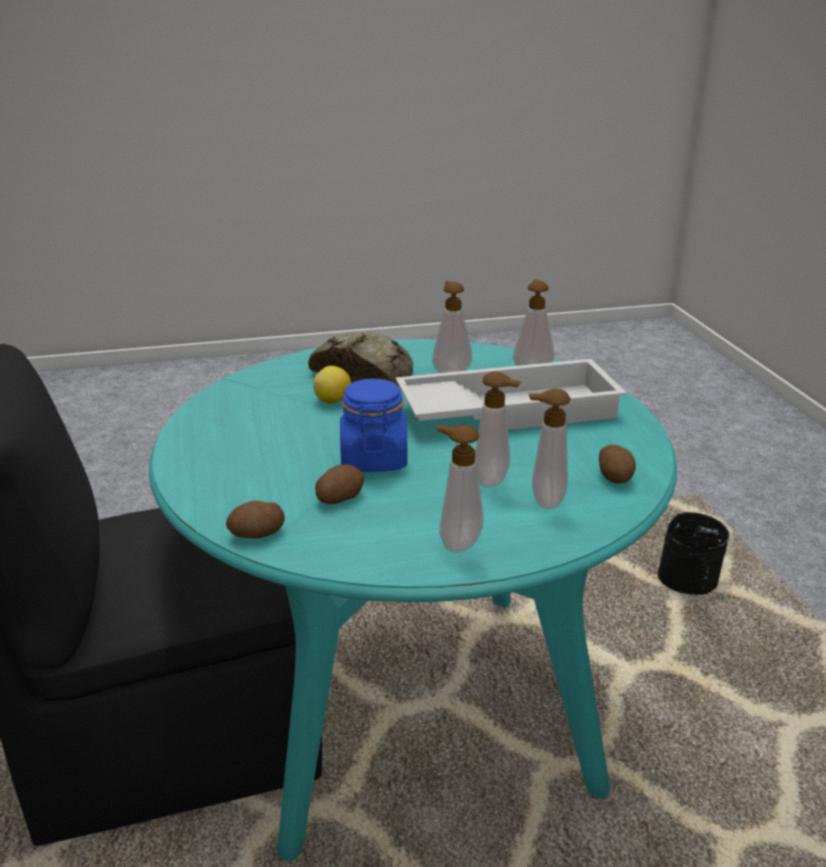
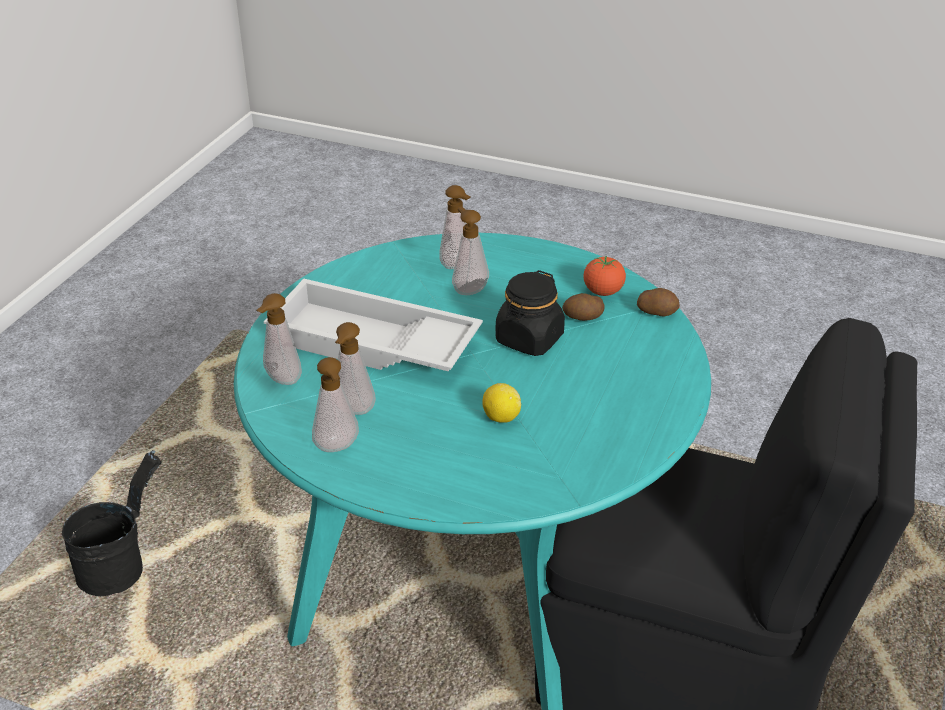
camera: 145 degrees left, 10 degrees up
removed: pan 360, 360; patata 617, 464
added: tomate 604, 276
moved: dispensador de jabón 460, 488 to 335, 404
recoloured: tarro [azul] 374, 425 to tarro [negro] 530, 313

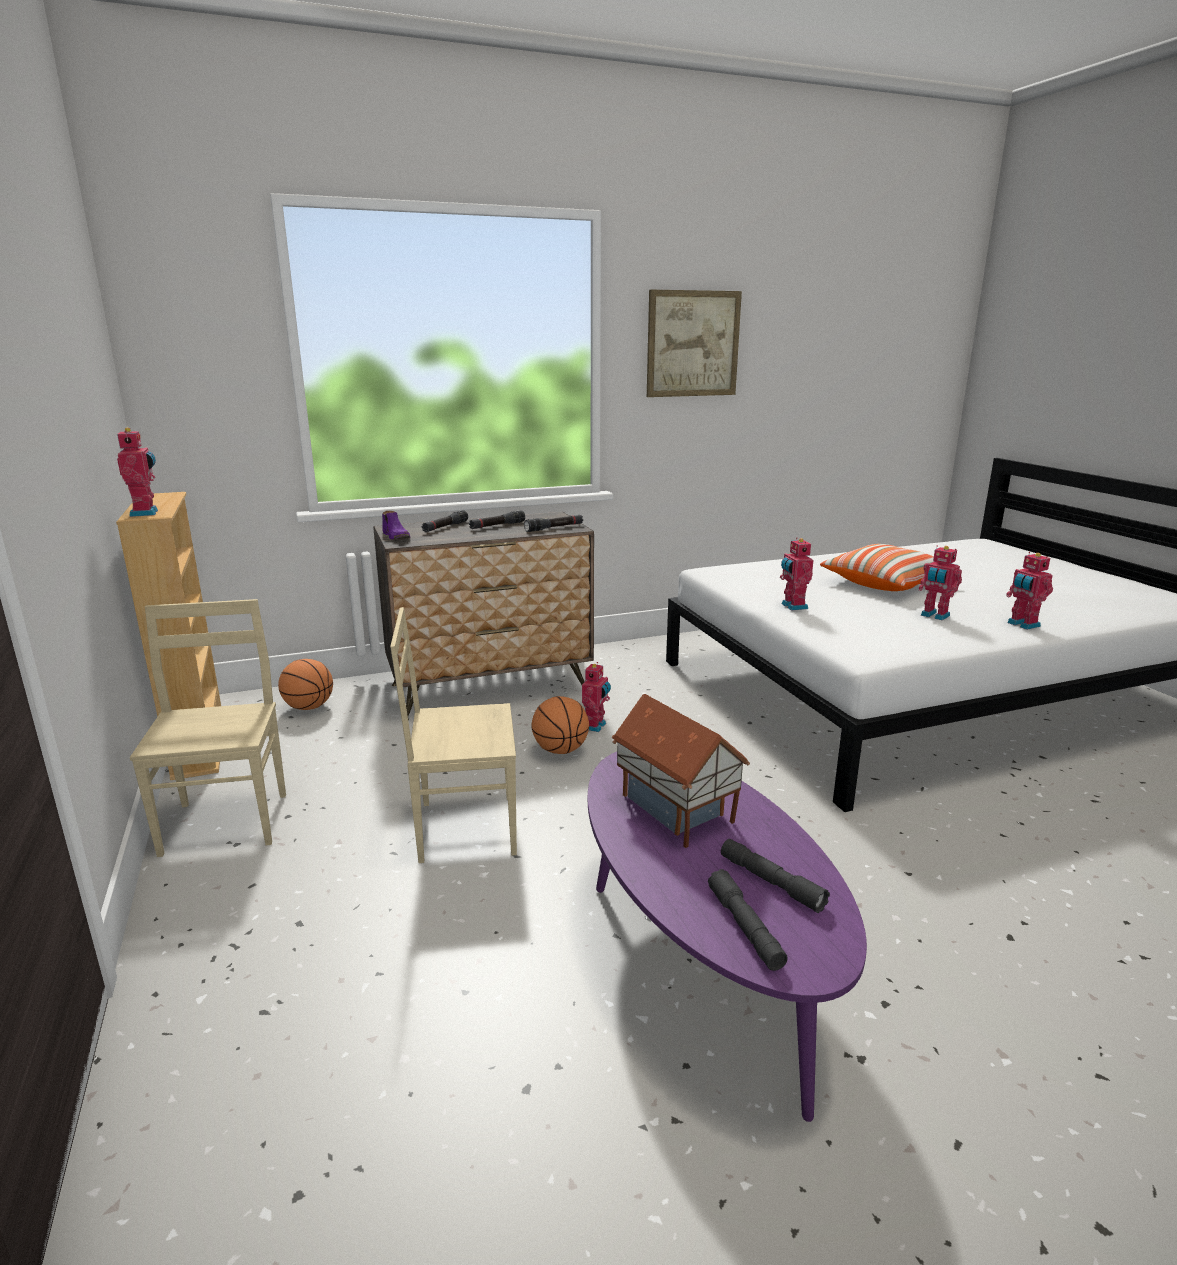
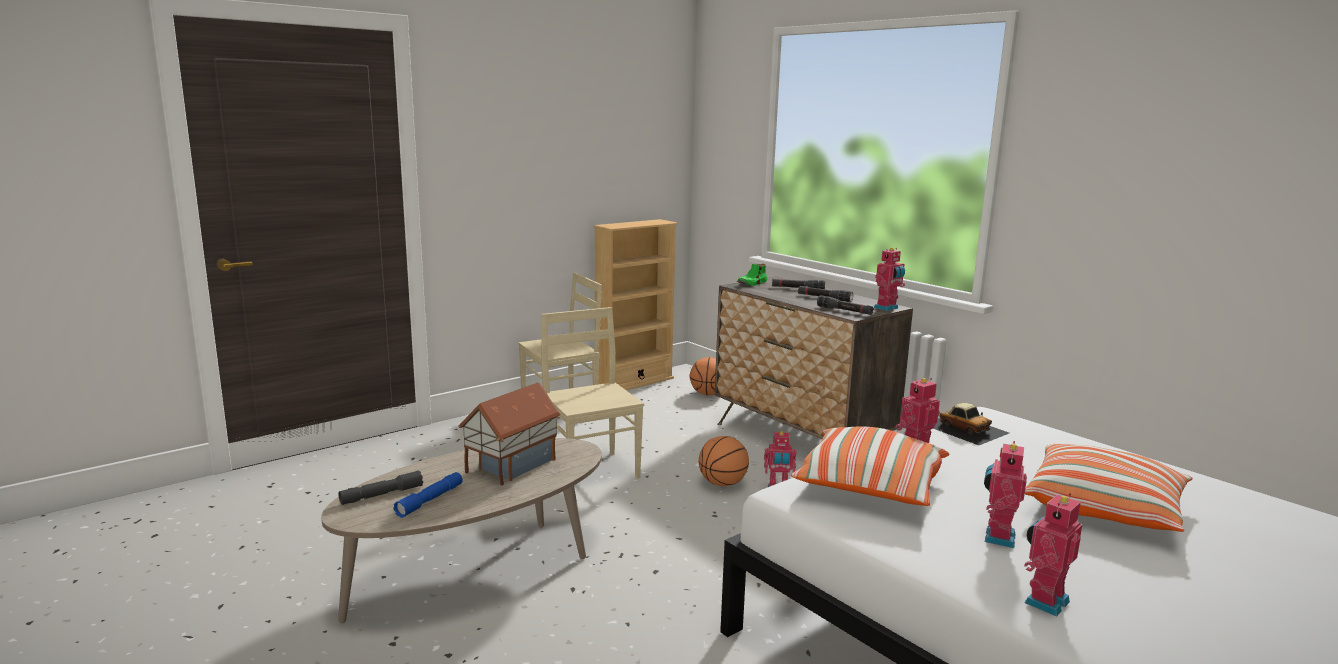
camera: 70 degrees right, 5 degrees down
removed: cuadro 694, 343
added: cojín 870, 466; coche de juguete 971, 424
moved: robot de juguete 137, 472 to 889, 279
recoloured: mesa de centro [morado] 727, 937 to mesa de centro [beis] 461, 530; linterna [gris] 775, 876 to linterna [azul] 427, 495; zapato [morado] 396, 525 to zapato [verde] 752, 274

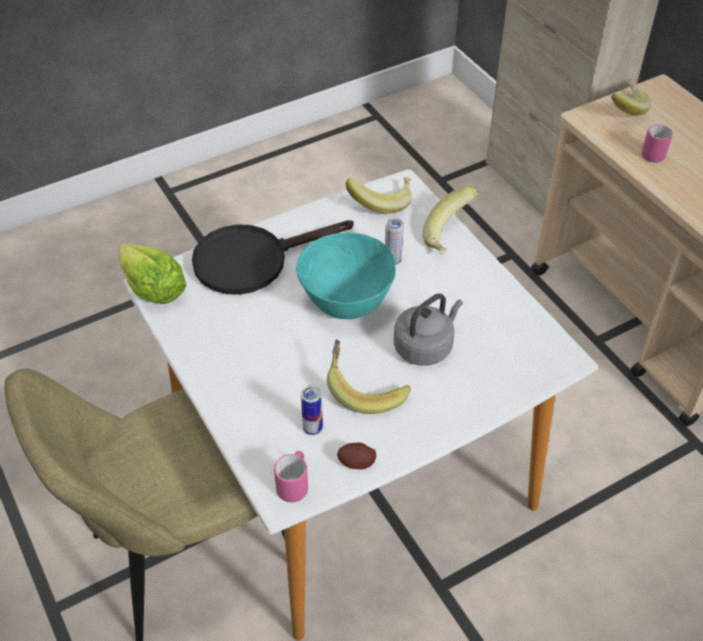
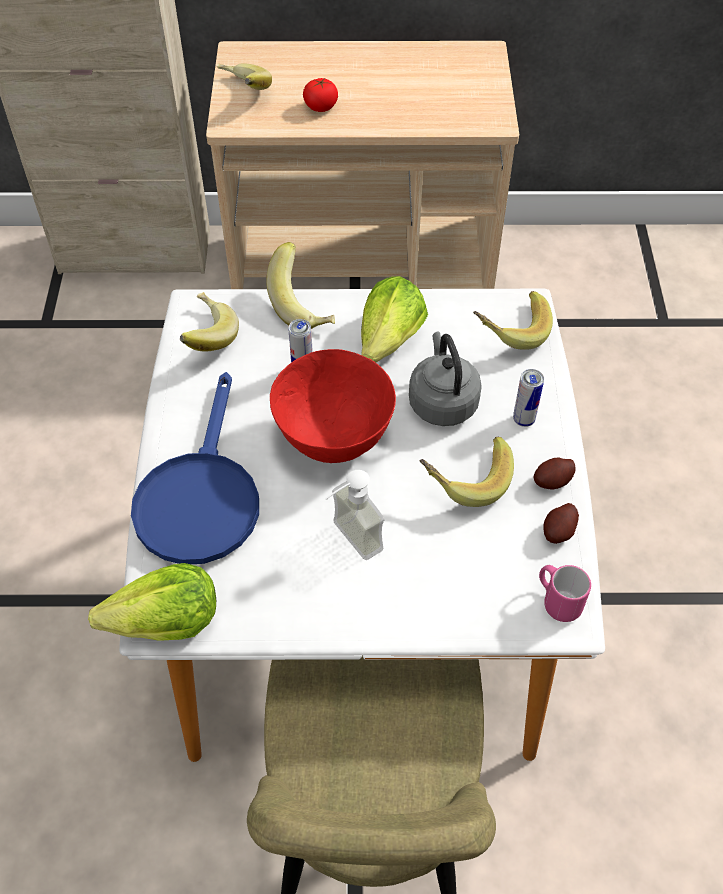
camera: 60 degrees left, 5 degrees up
added: dispensador de jabón 354, 515; lechuga 394, 319; plátano 513, 320; patata 555, 473
moved: lata 312, 410 to 528, 398
replaced: taza grande [rosa] 657, 143 to tomate 320, 95
recoloured: sartén [negro] 273, 257 to sartén [azul] 195, 468; cuenco [turquesa] 346, 275 to cuenco [rojo] 333, 406

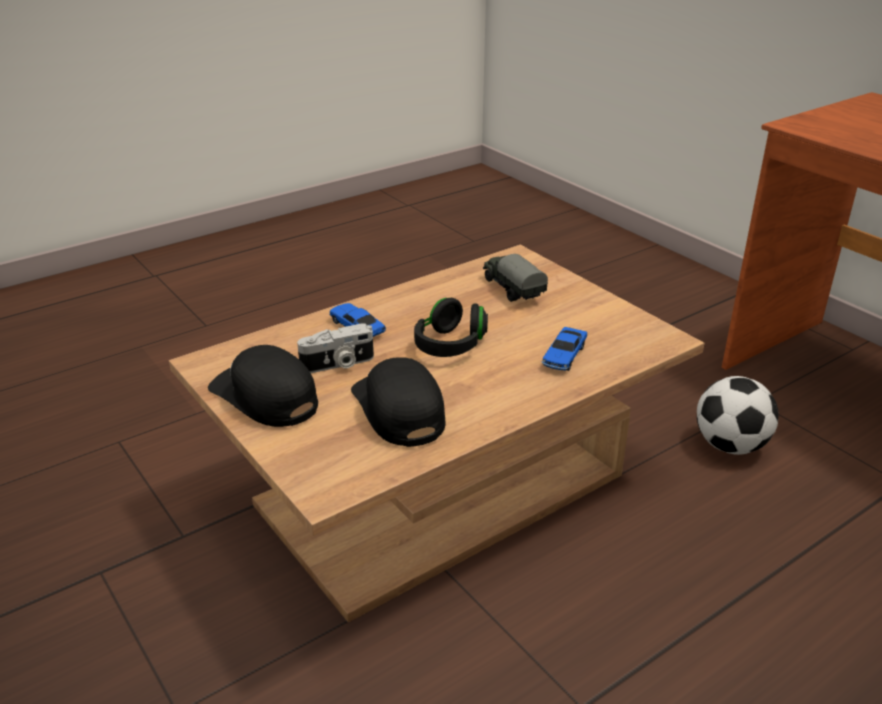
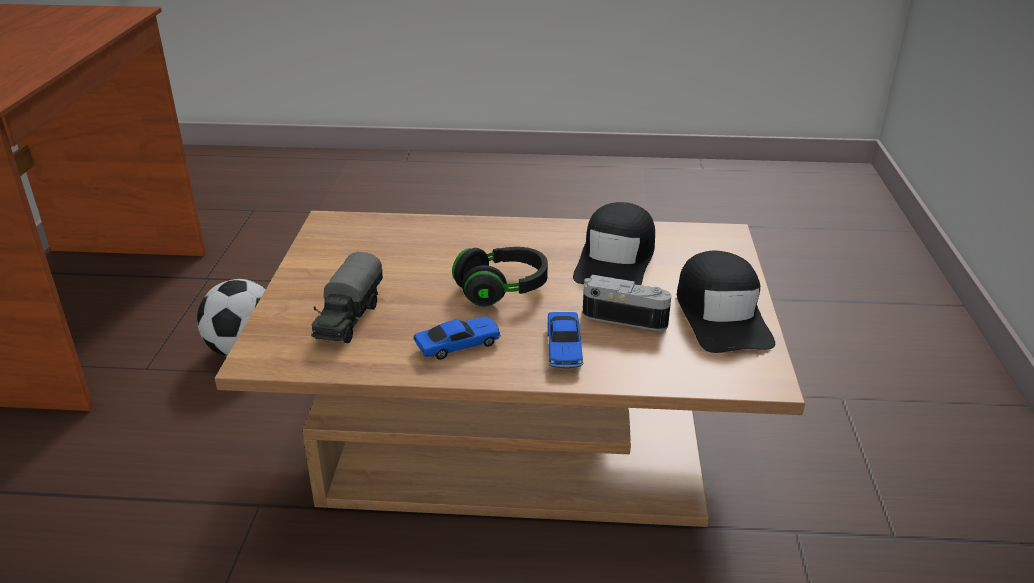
camera: 140 degrees left, 0 degrees up
moved: coche de juguete 564, 349 to 457, 338

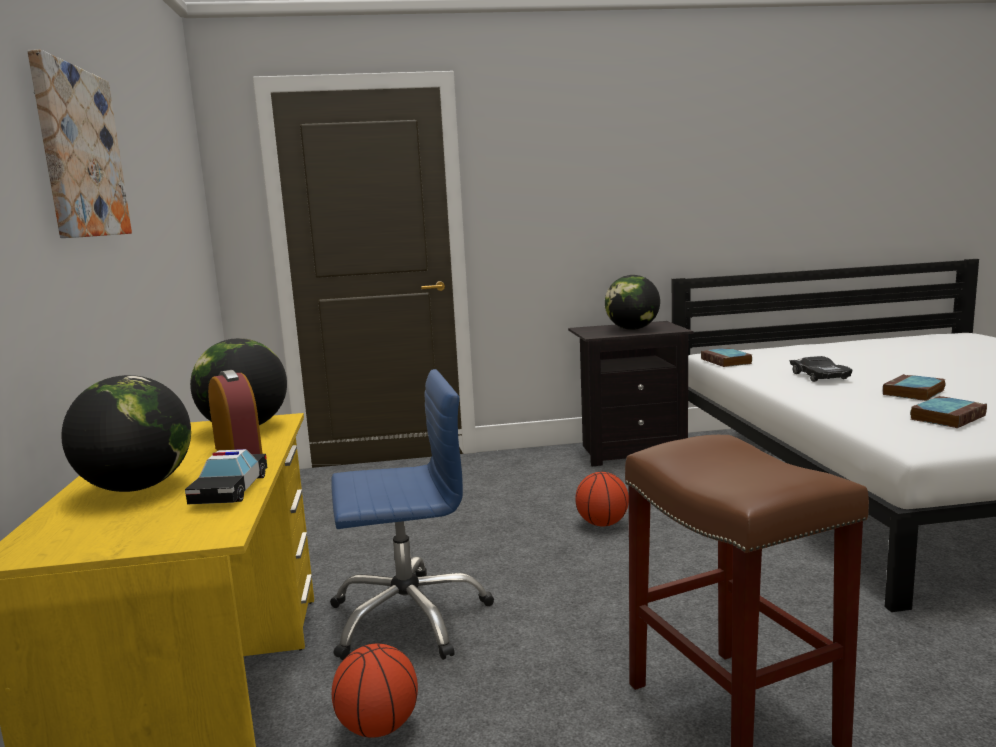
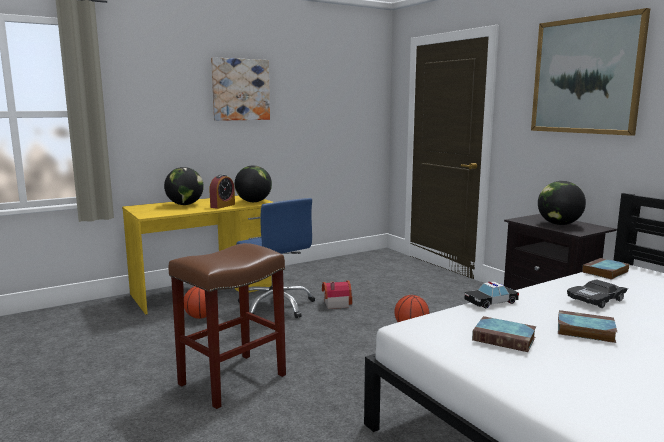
camera: 65 degrees right, 0 degrees up
added: casita 337, 295; cuadro 590, 72
moved: coche de juguete 226, 476 to 492, 295

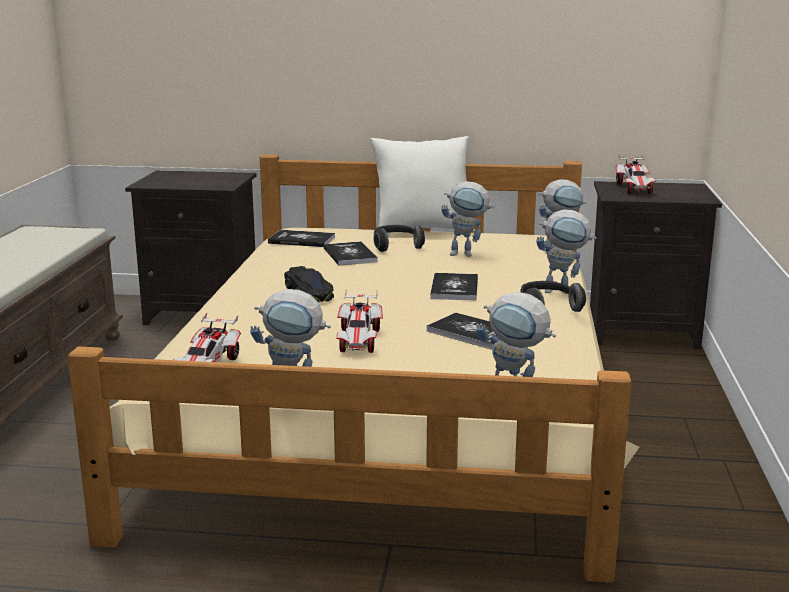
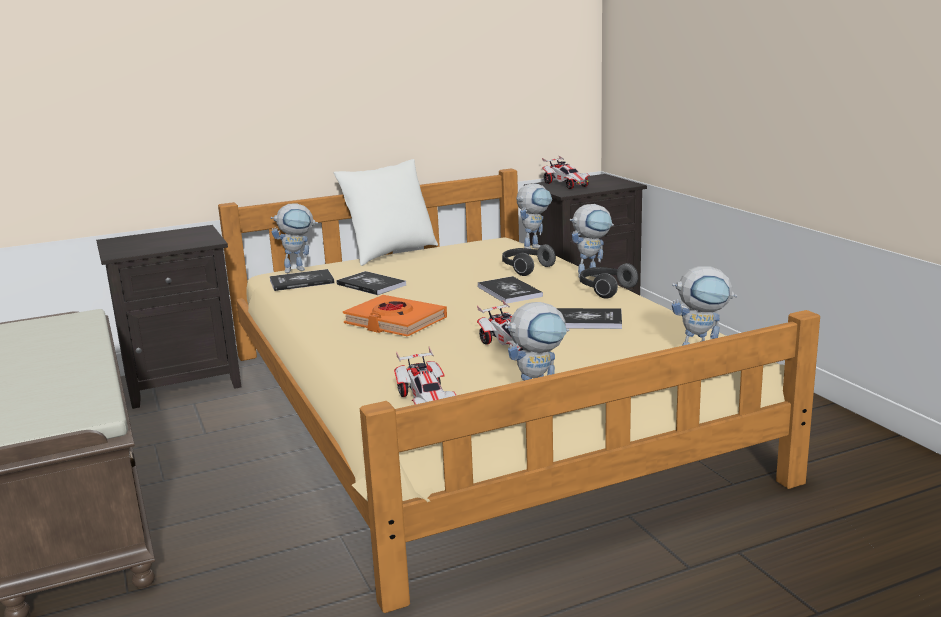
camera: 30 degrees left, 0 degrees up
moved: robot de juguete 468, 219 to 294, 238; auriculares 399, 238 to 529, 260
replaced: coche de juguete [negro] 309, 284 to libro [naranja] 395, 316

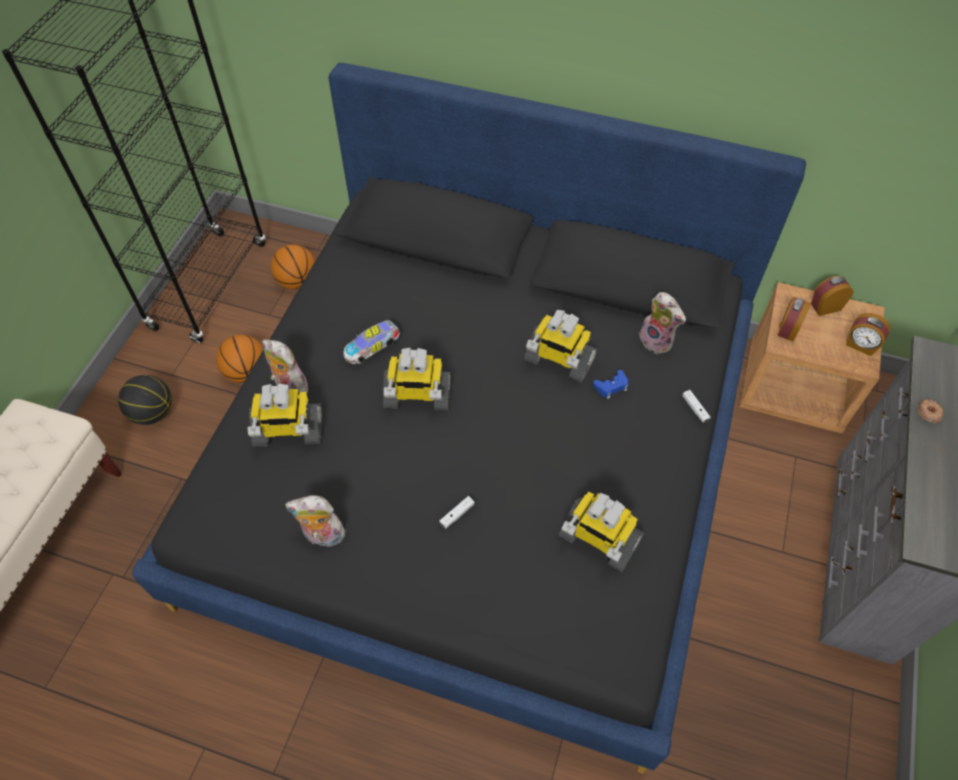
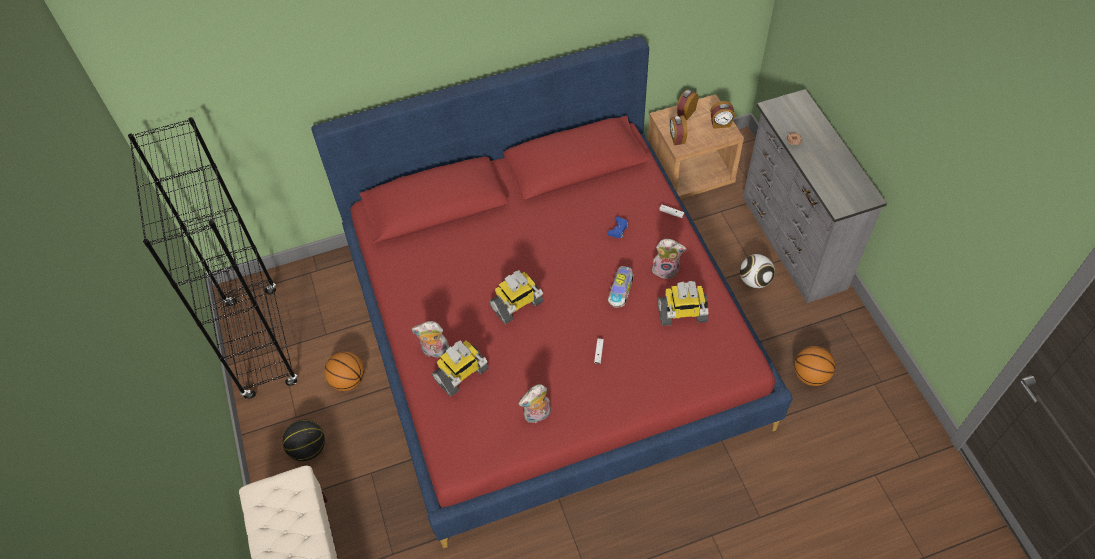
camera: 35 degrees left, 0 degrees up
removed: robot de juguete 560, 346
added: balón de fútbol 757, 271
moved: coche de juguete 371, 342 to 621, 287; peluche 662, 323 to 669, 259; balón de baloncesto 293, 266 to 815, 366
recoloured: cama [negro] 469, 418 to cama [rojo] 551, 292

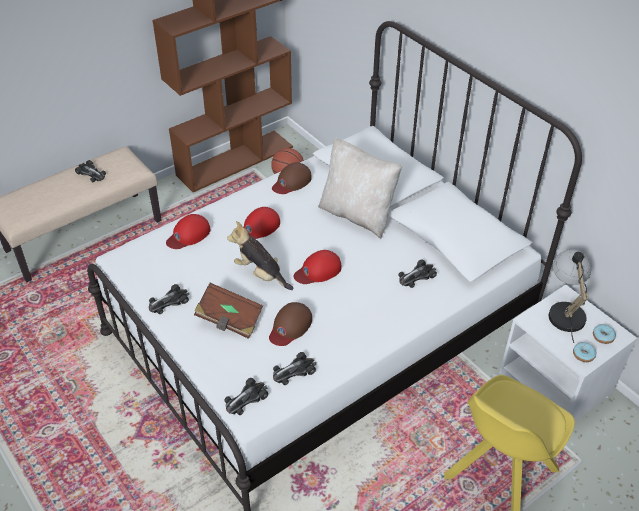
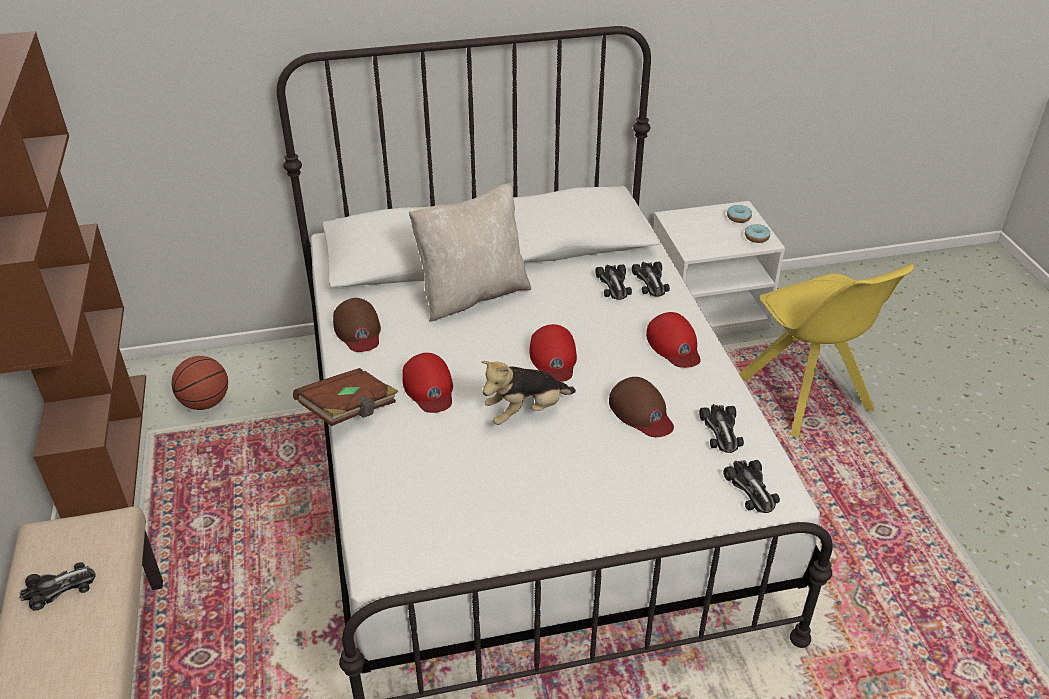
camera: 65 degrees left, 5 degrees down
removed: lámpara de mesa 570, 296
moved: libro [marrón] 228, 311 to 346, 397; coche de juguete 169, 299 to 651, 279; gorra [rojo] 188, 231 to 673, 340

